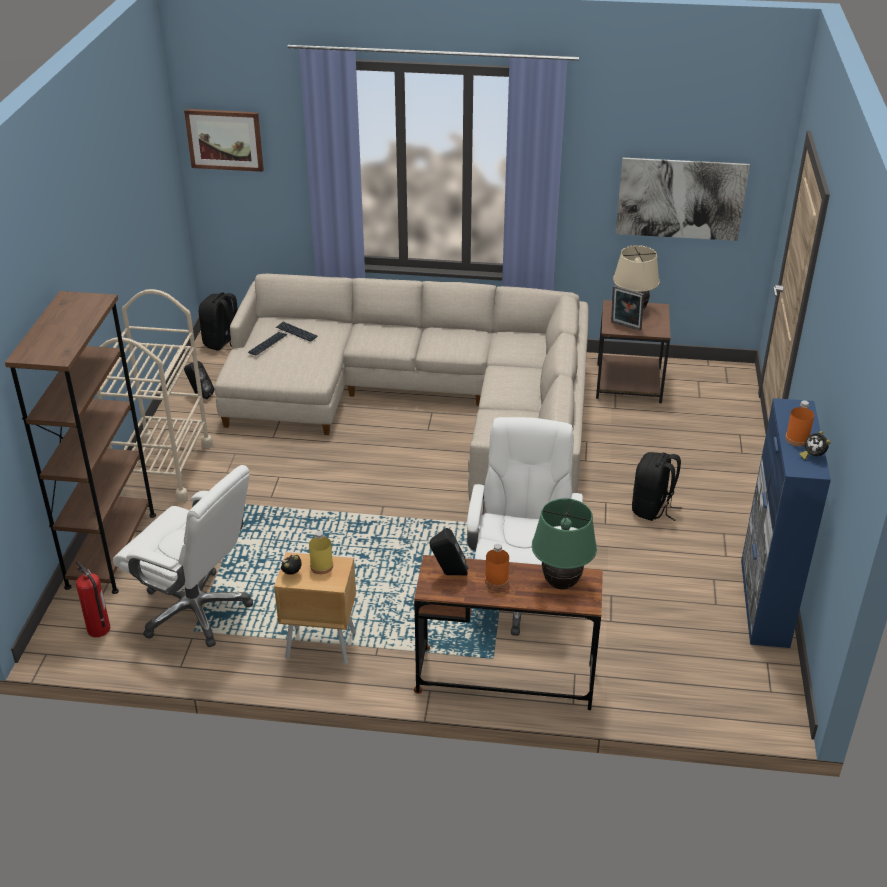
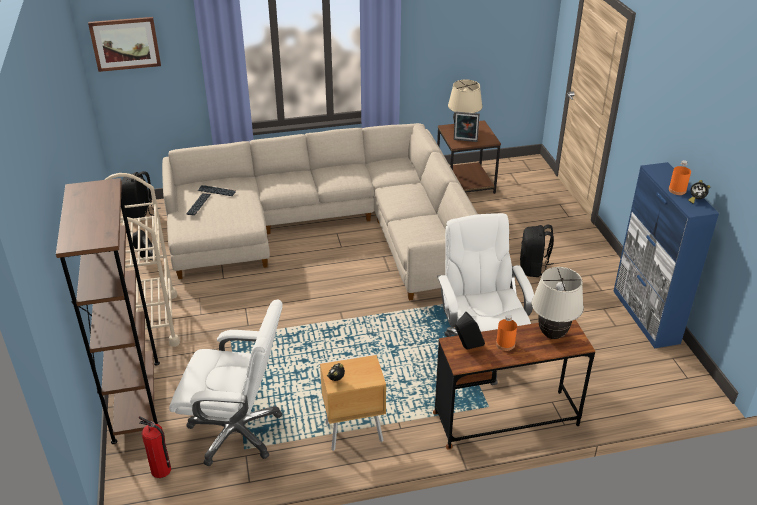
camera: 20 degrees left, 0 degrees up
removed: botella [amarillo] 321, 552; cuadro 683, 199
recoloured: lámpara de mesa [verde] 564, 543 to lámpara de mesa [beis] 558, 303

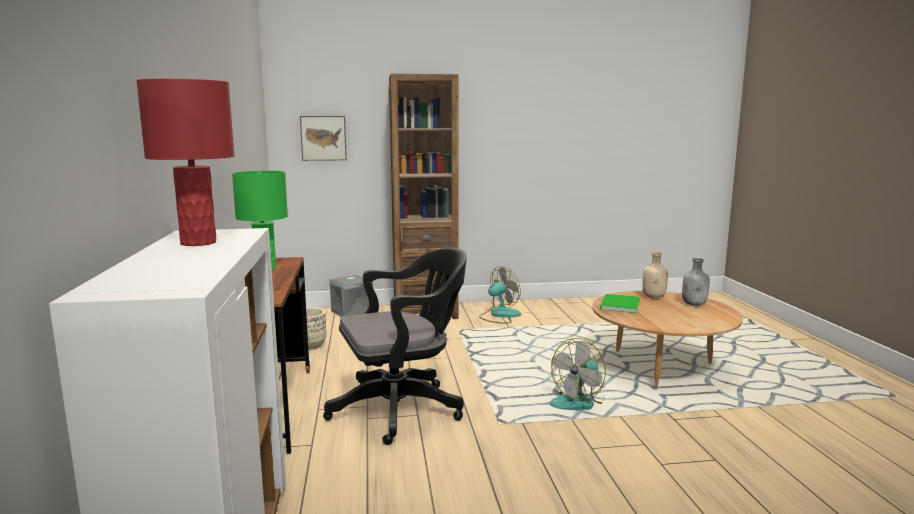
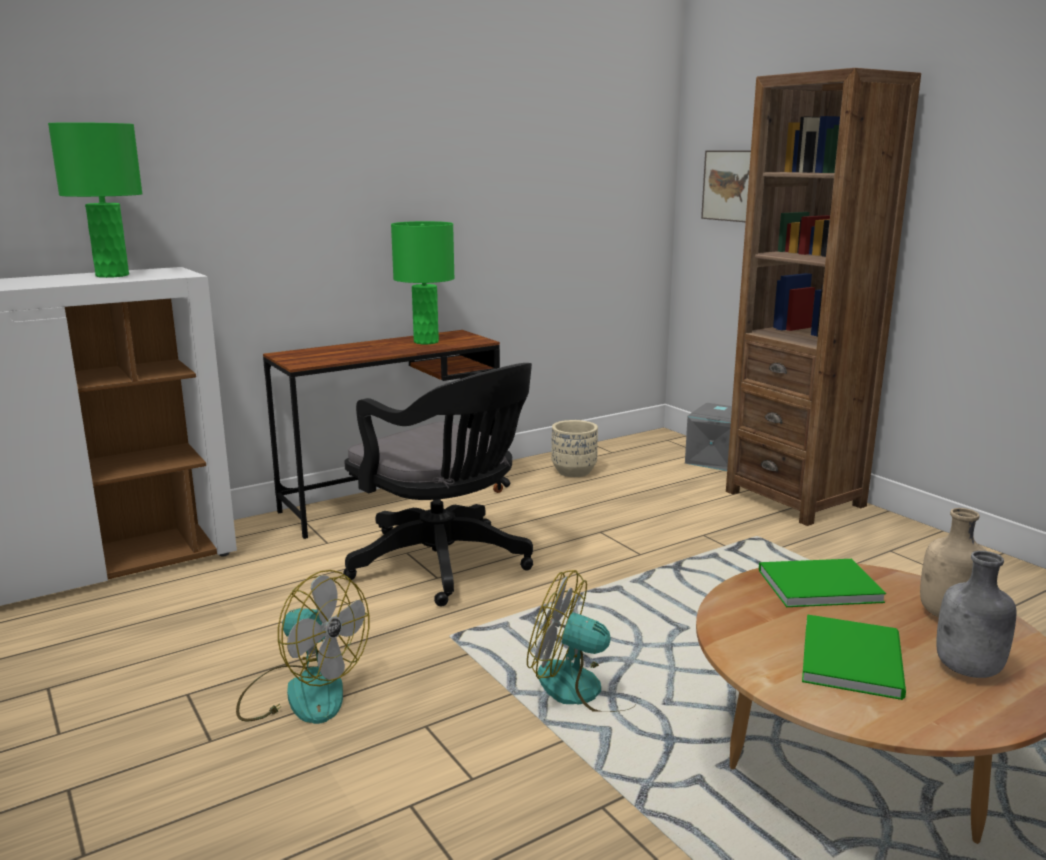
camera: 65 degrees right, 5 degrees up
added: libro [verde] 854, 657
moved: ventilador 500, 295 to 302, 647
recoloured: lámpara de mesa [rojo] 185, 162 to lámpara de mesa [verde] 95, 200

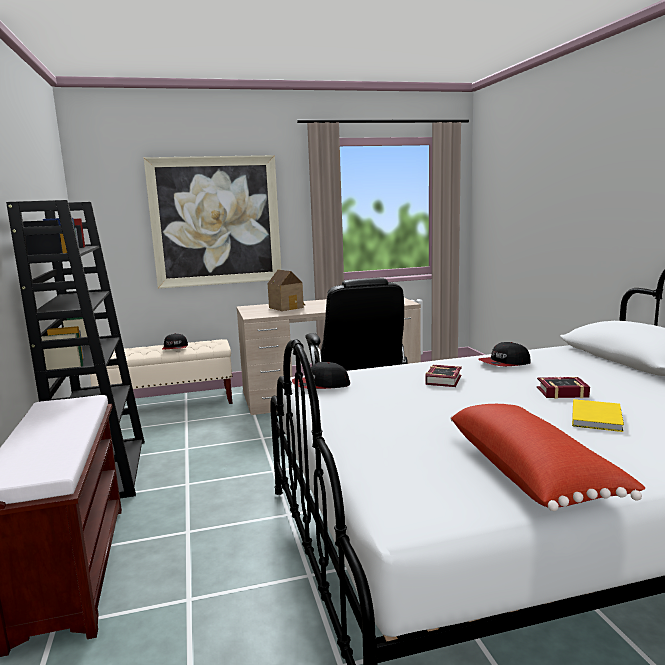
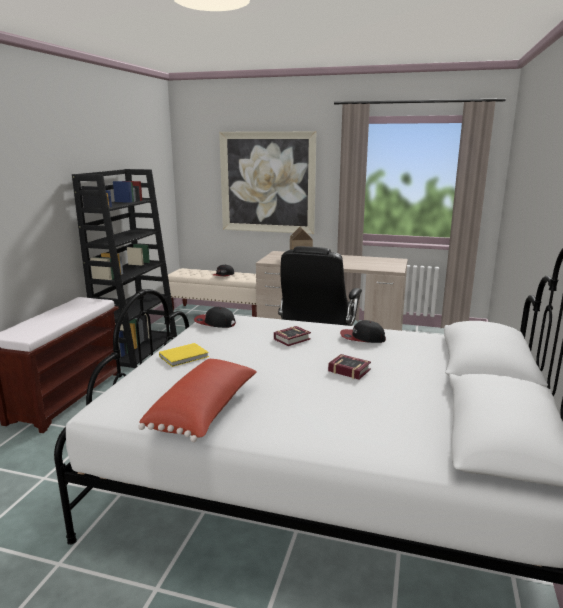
camera: 30 degrees right, 5 degrees up
moved: libro [amarillo] 598, 415 to 184, 355

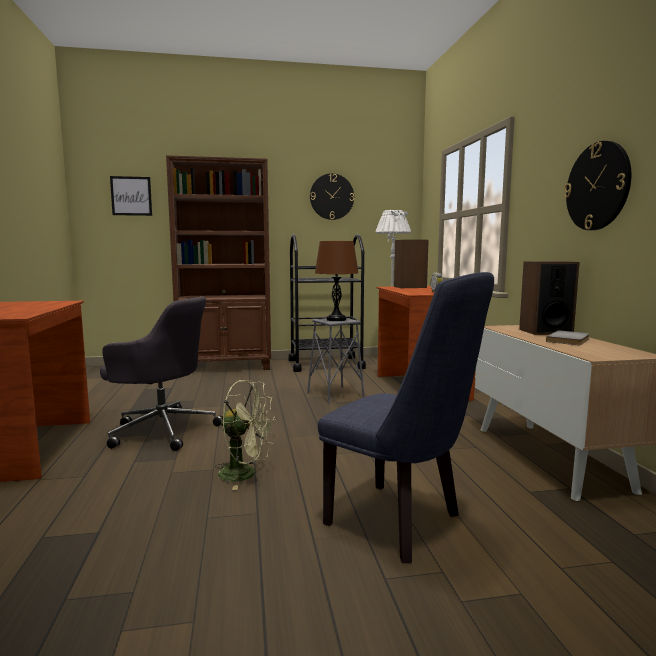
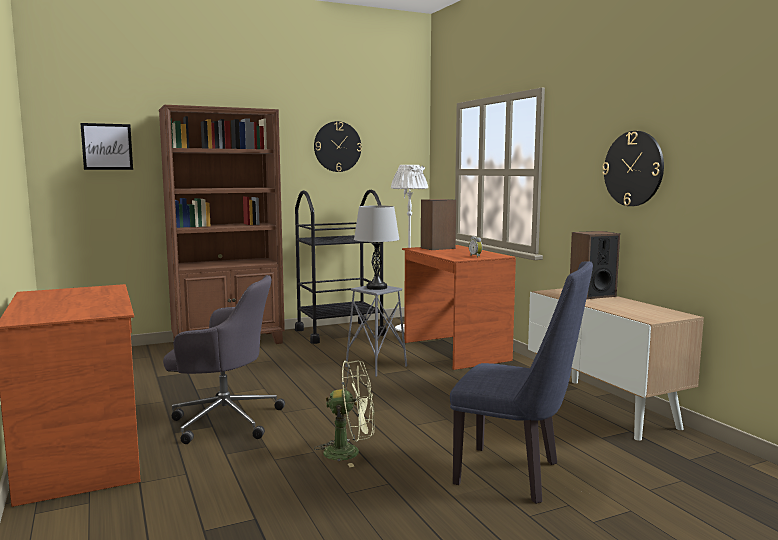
camera: 15 degrees left, 0 degrees up
removed: libro [gris] 568, 337
recoloured: lámpara de mesa [marrón] 336, 281 to lámpara de mesa [gris] 377, 248

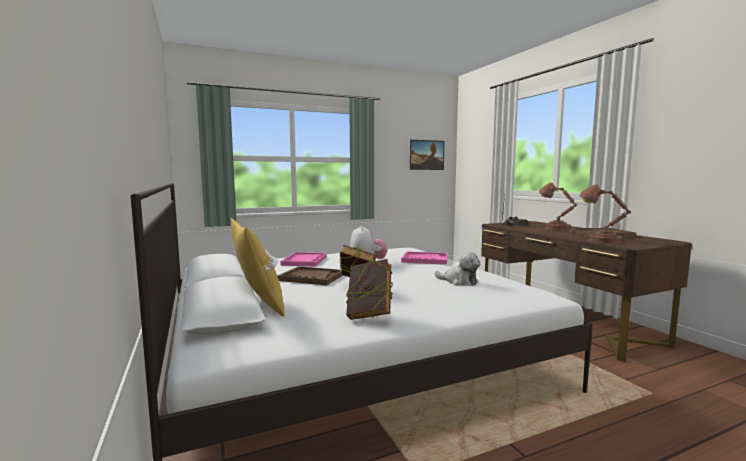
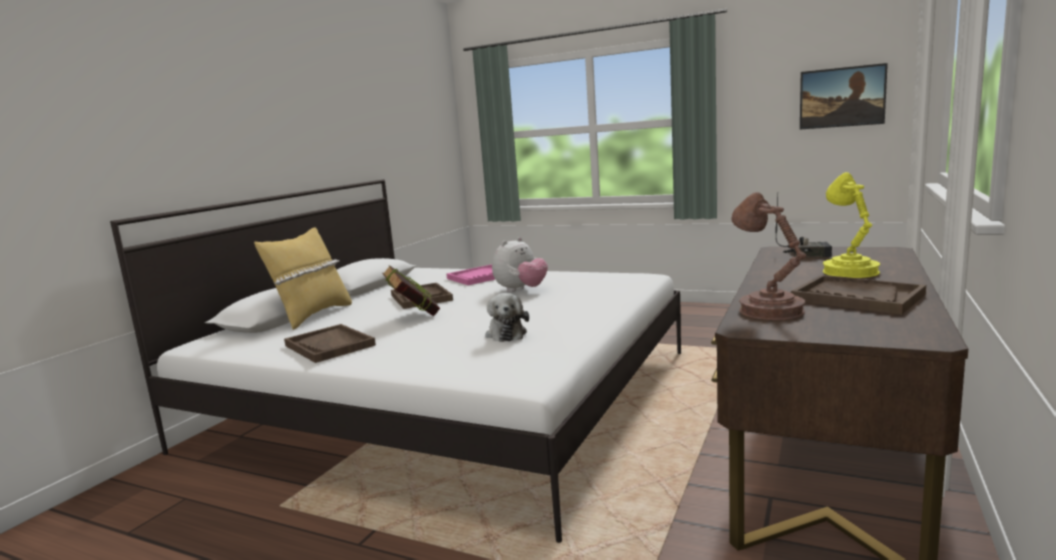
camera: 50 degrees right, 5 degrees up
removed: bandeja [rosa] 424, 258
replaced: libro 369, 289 to bandeja [marrón] 330, 343
recoloured: lámpara de mesa [marrón] 558, 206 to lámpara de mesa [amarillo] 851, 225

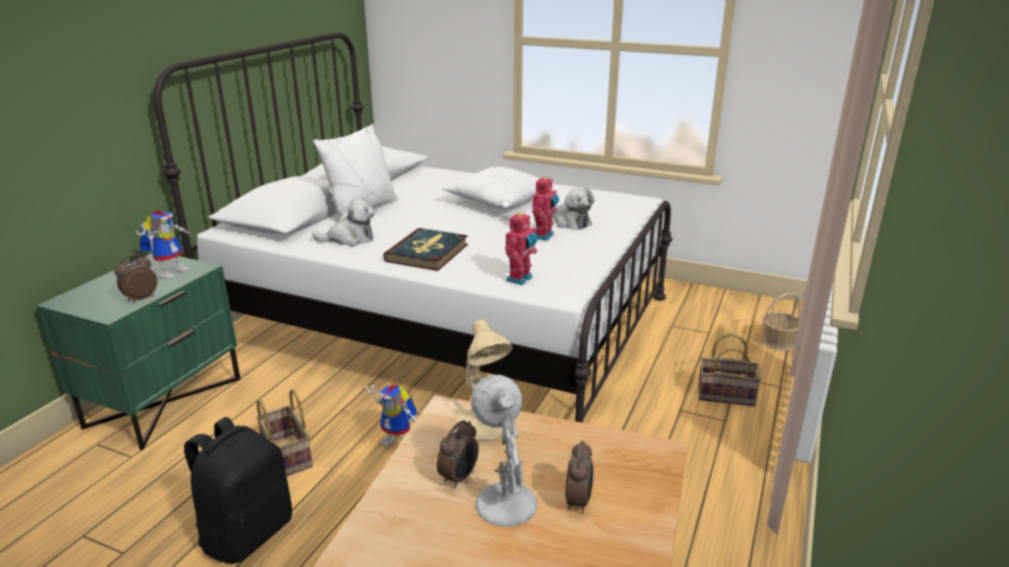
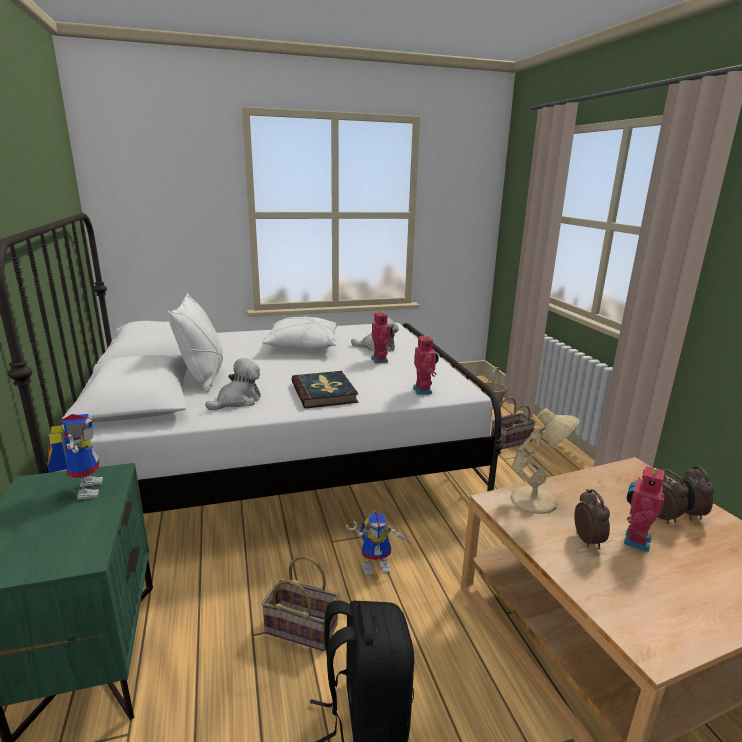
camera: 40 degrees left, 5 degrees down
moved: despertador 136, 278 to 698, 493
replaced: lámpara de mesa [blanco] 504, 451 to robot de juguete 644, 508

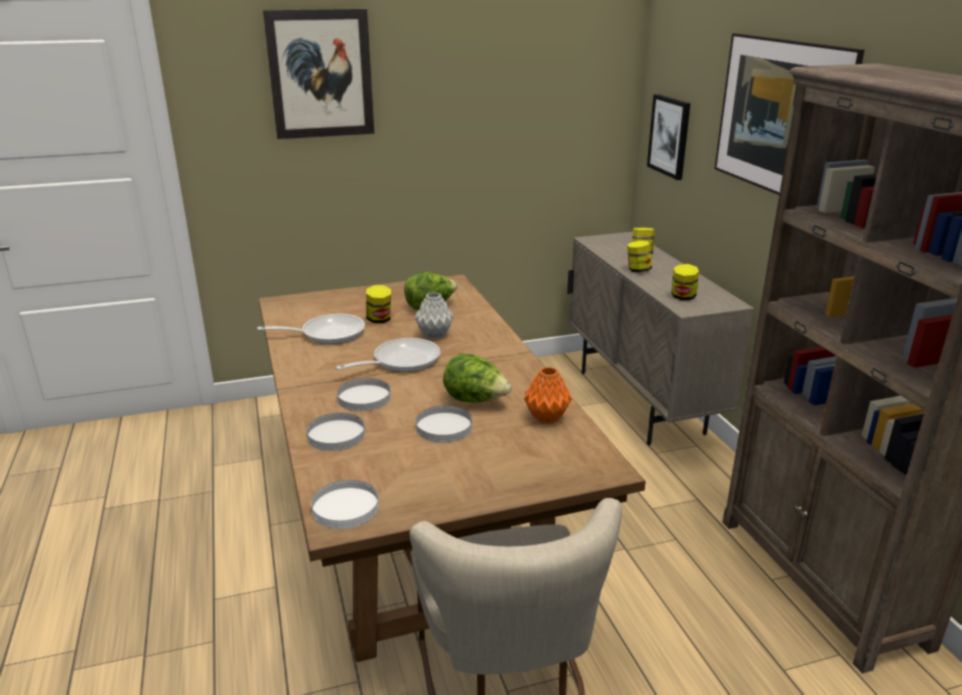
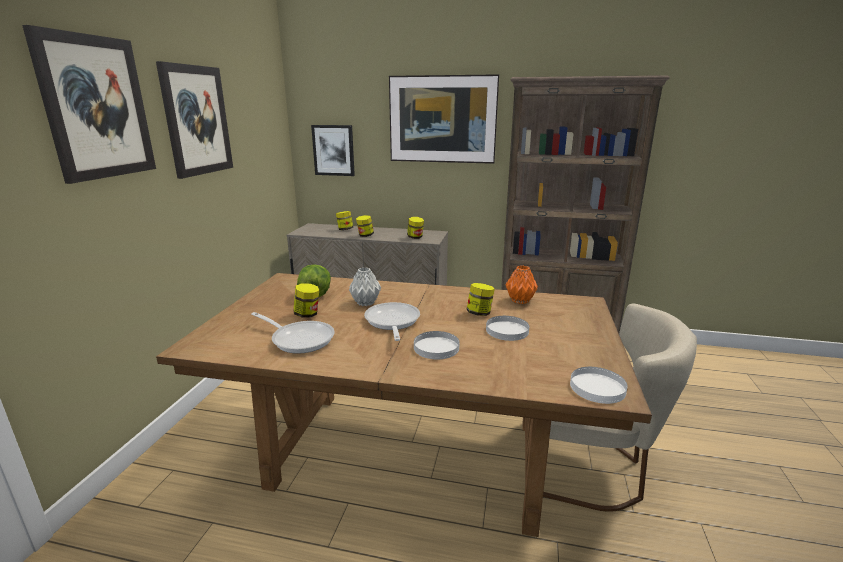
camera: 60 degrees left, 5 degrees down
removed: plato [blanco] 336, 432
added: cuadro 194, 120
replaced: lechuga 477, 377 to tarro 480, 299
turned: sartén 311, 329 = 293, 333 105 degrees clockwise

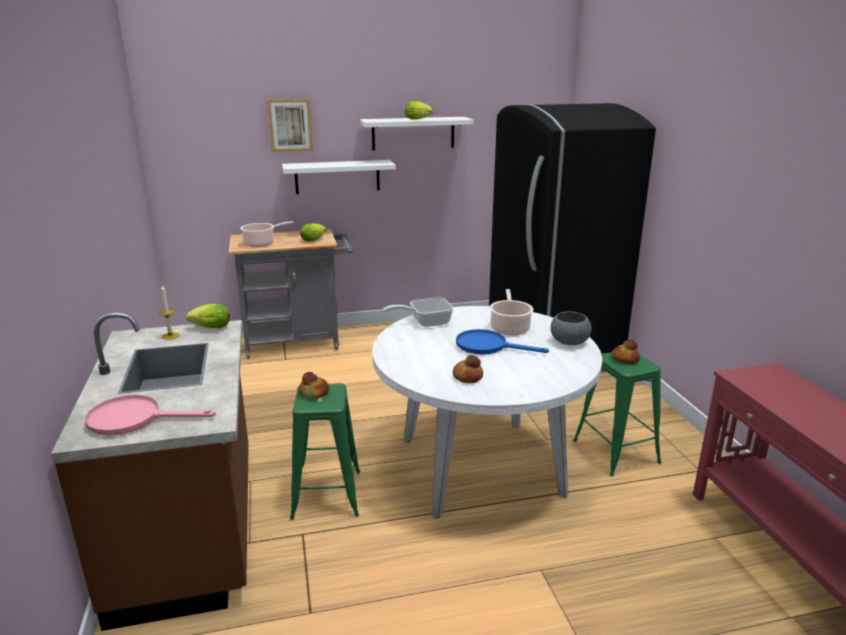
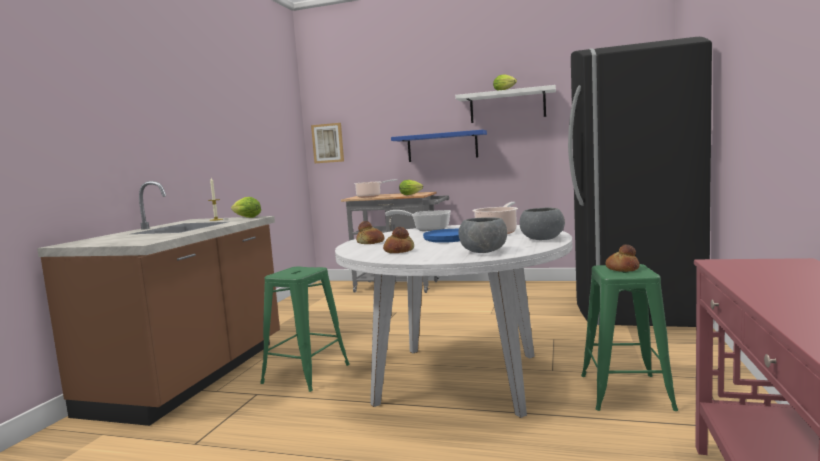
camera: 30 degrees right, 15 degrees down
removed: sartén [rosa] 150, 415
added: cuenco [gris] 482, 235
moved: cuadro 290, 125 to 327, 143; pan 314, 385 to 370, 232
recoloured: estante [blanco] 339, 177 to estante [azul] 439, 146

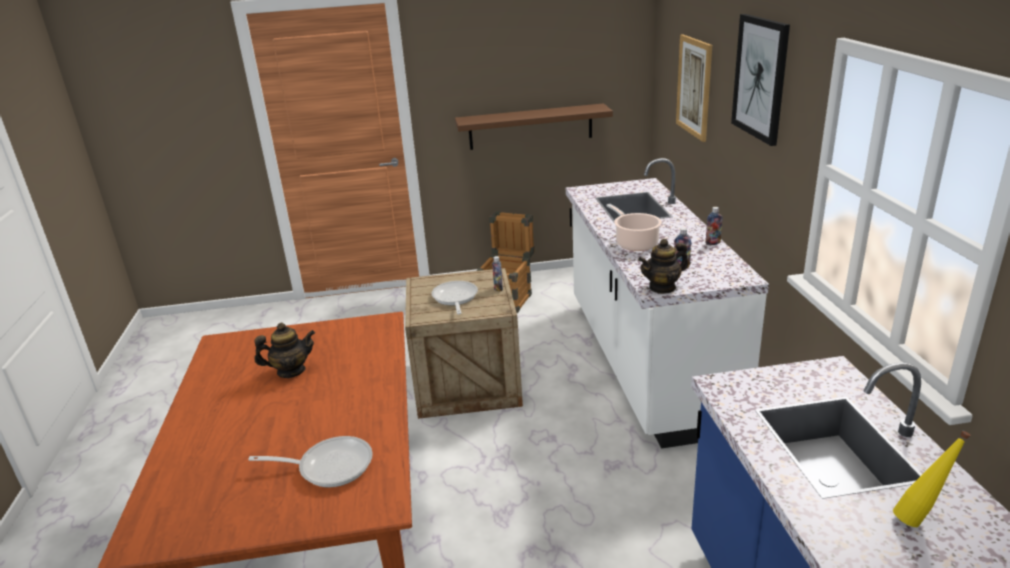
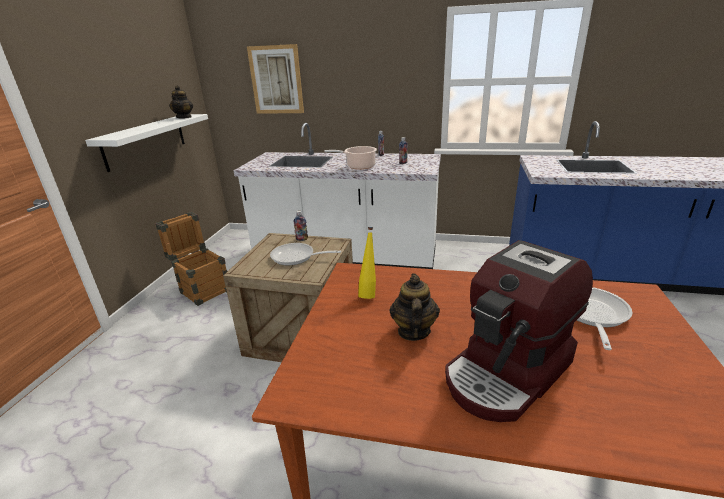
camera: 70 degrees left, 0 degrees up
removed: cuadro 760, 80
added: cafetera 519, 331
moved: tetera 663, 266 to 181, 101; botella [amarillo] 932, 479 to 367, 263
recoloured: estante [marrón] 534, 126 to estante [blanco] 146, 143

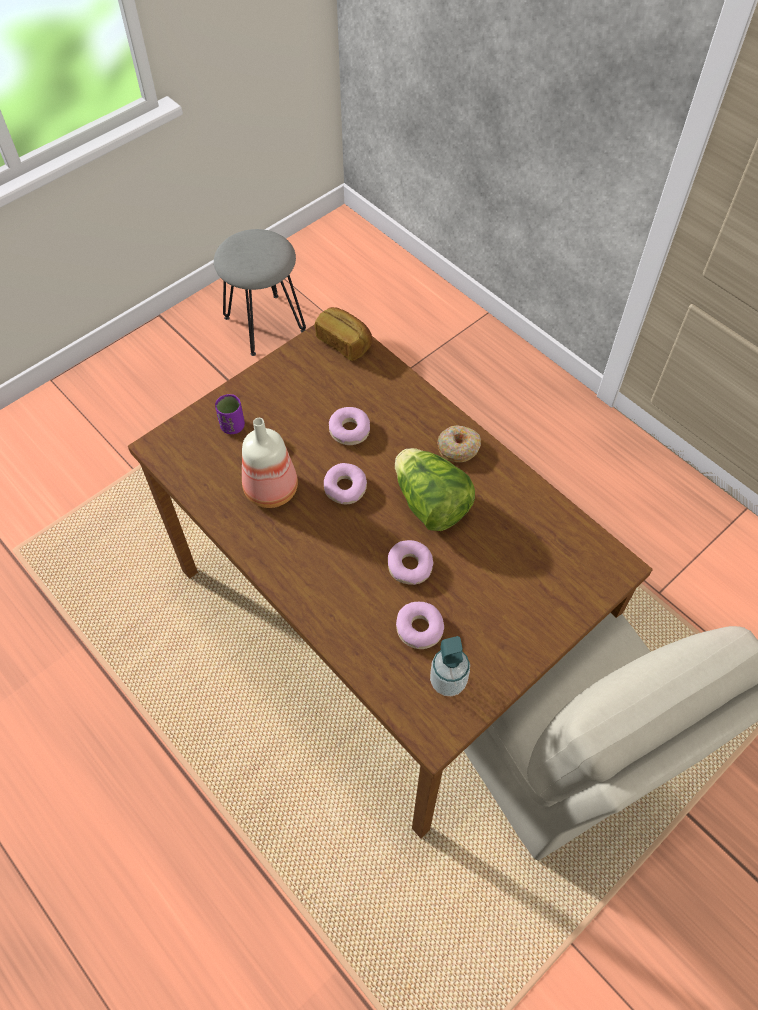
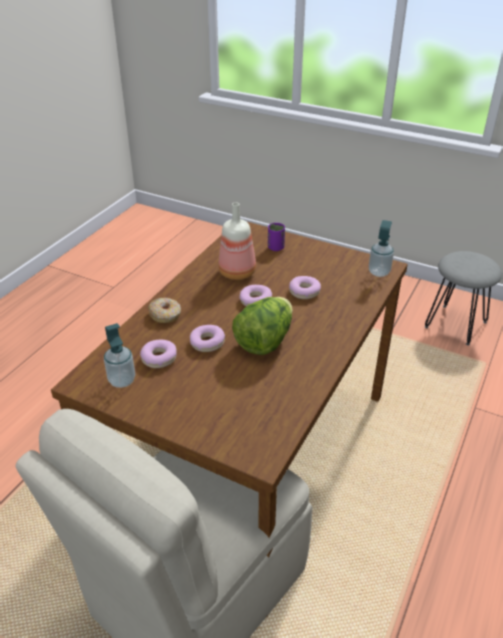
camera: 70 degrees right, 20 degrees down
moved: rosquilla 459, 443 to 164, 310
replaced: pan 344, 334 to dispensador de jabón 381, 248

